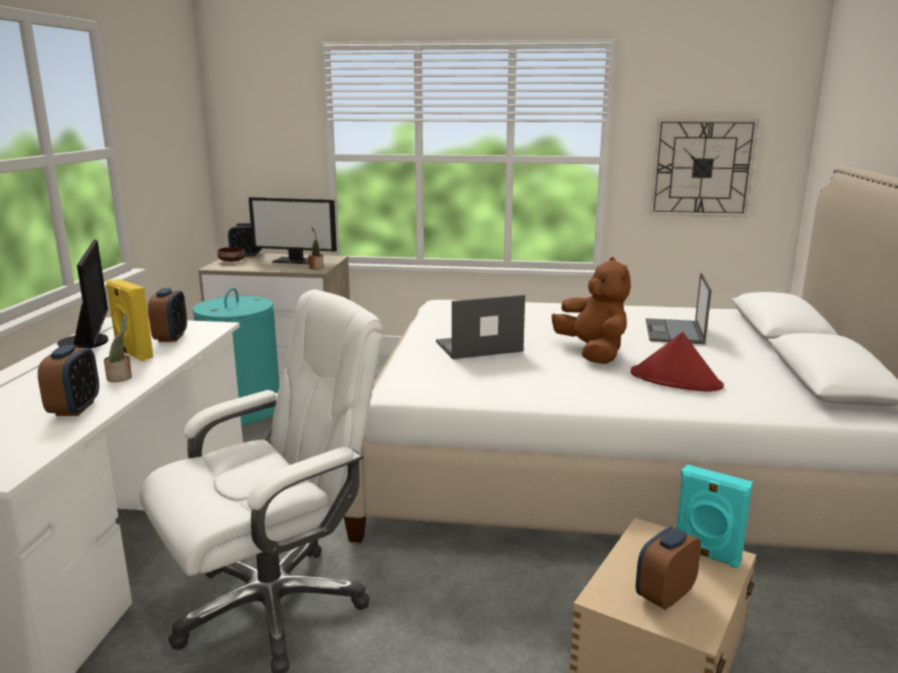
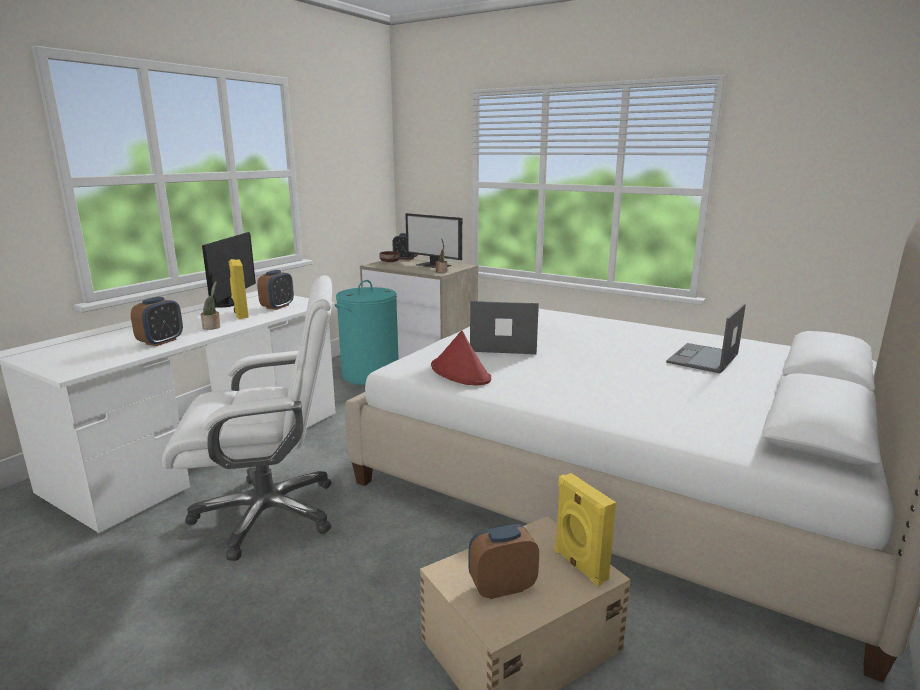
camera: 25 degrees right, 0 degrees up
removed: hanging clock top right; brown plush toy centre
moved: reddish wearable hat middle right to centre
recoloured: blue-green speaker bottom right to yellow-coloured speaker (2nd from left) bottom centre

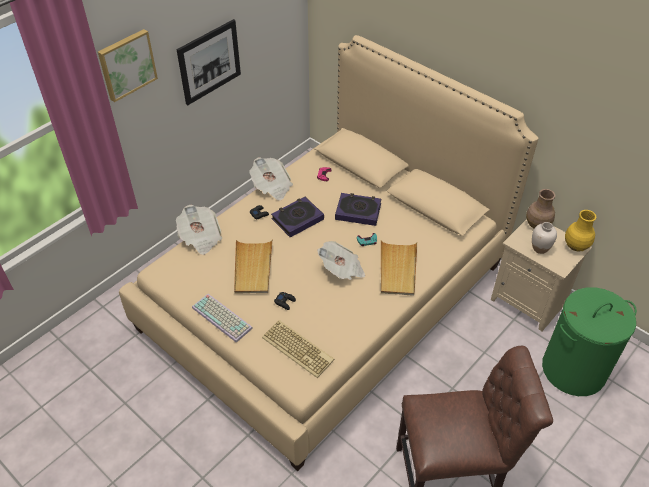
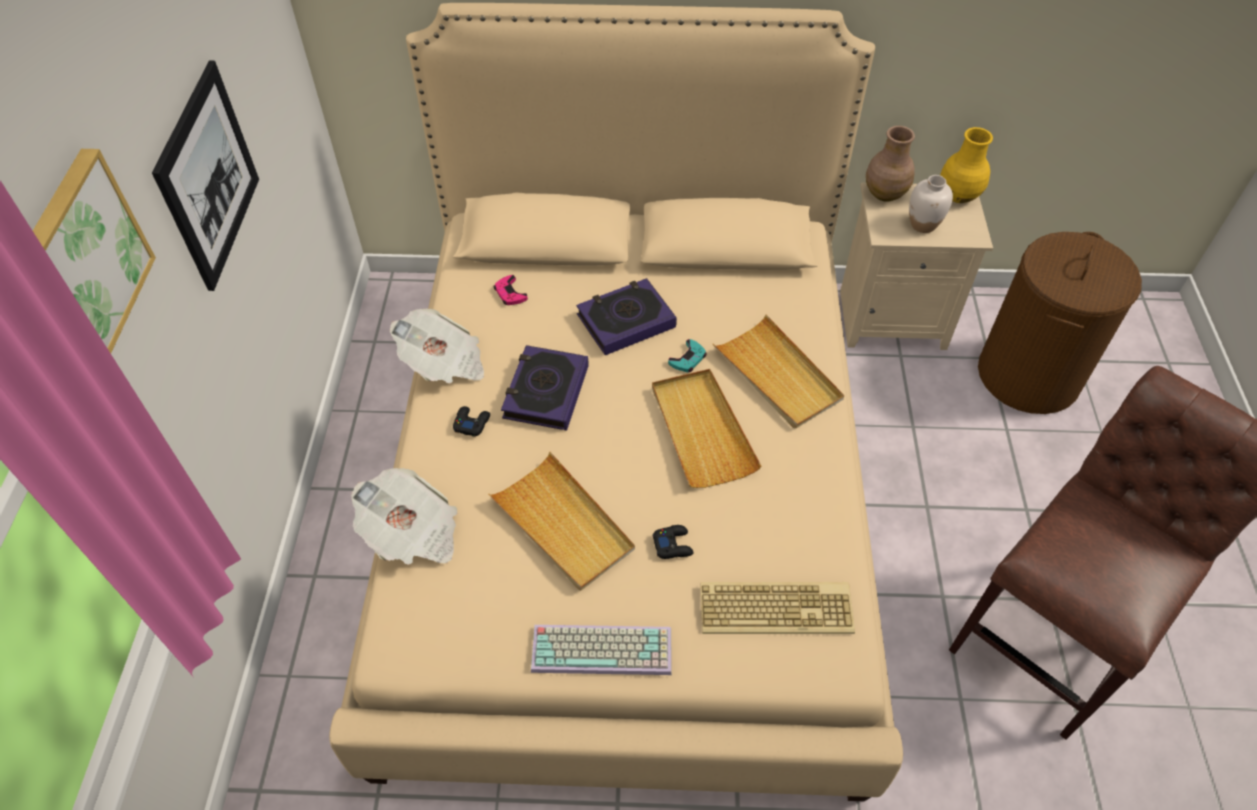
camera: 40 degrees left, 5 degrees up
replaced: daily paper (3rd from left) centre to sand-coloured serving tray (2nd from left) centre
recoloured: greenish washing basket bottom right to brown washing basket middle right

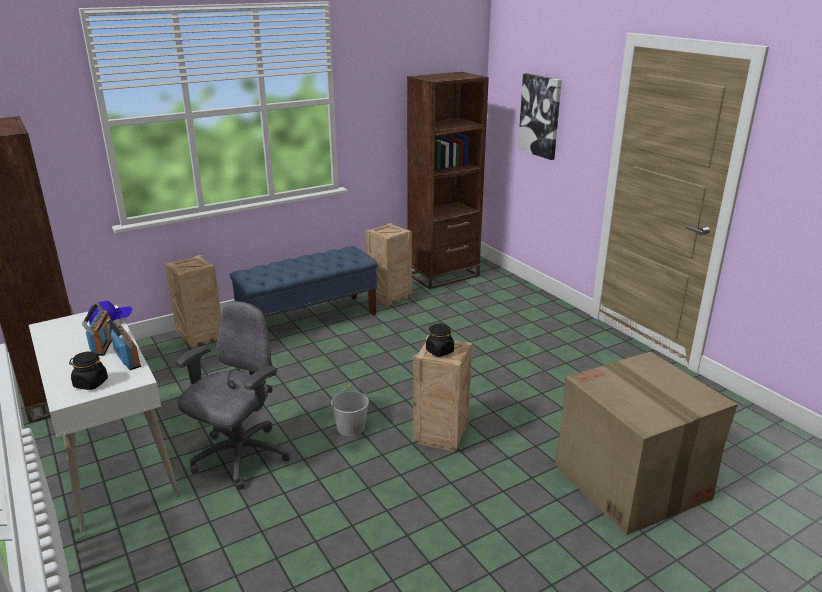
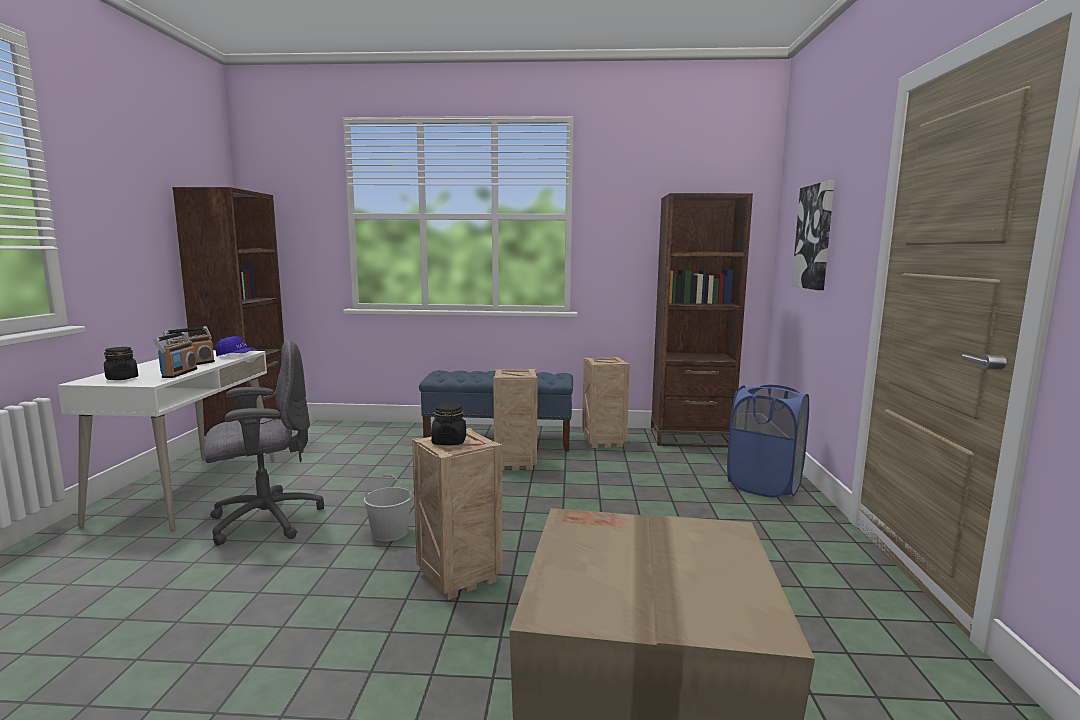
camera: 35 degrees right, 15 degrees down
added: bluish washing basket middle right
moved: packing crate (1st from left in the first image) middle left to packing crate (2nd from left) centre

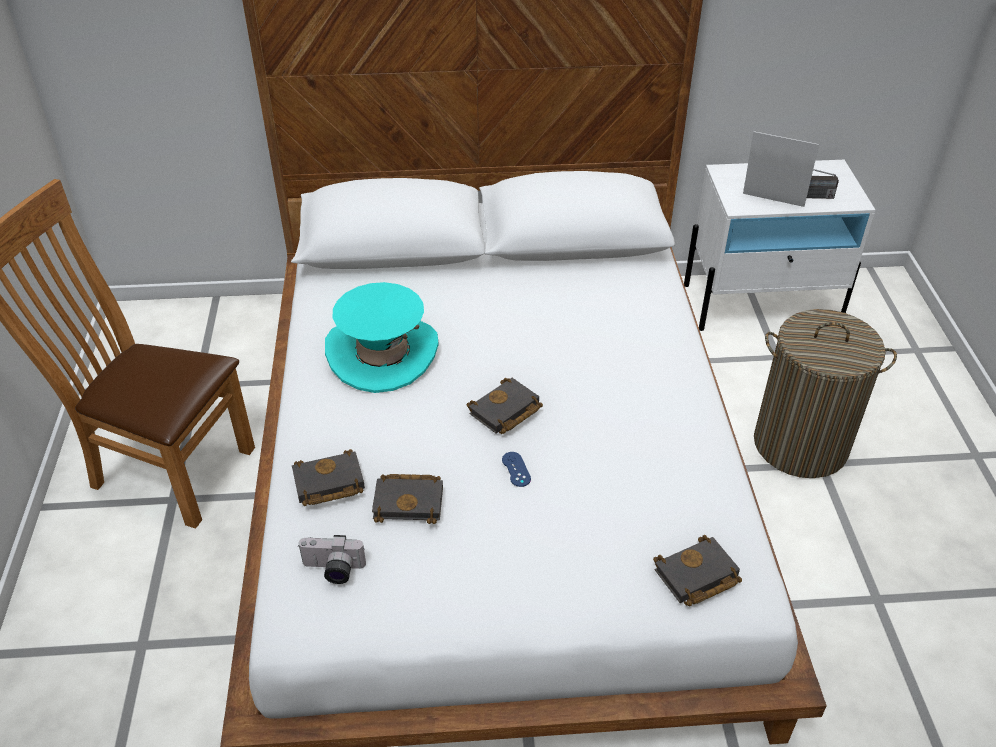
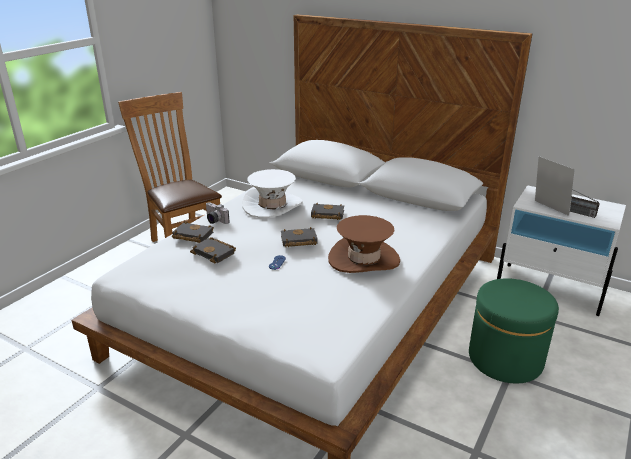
camera: 35 degrees right, 15 degrees down
added: brown wearable hat centre
moved: still camera bottom left to centre; black book (4th from left) bottom right to centre
replaced: washing basket middle right to greenish footrest bottom right
recoloured: blue-green wearable hat centre to whitish wearable hat centre

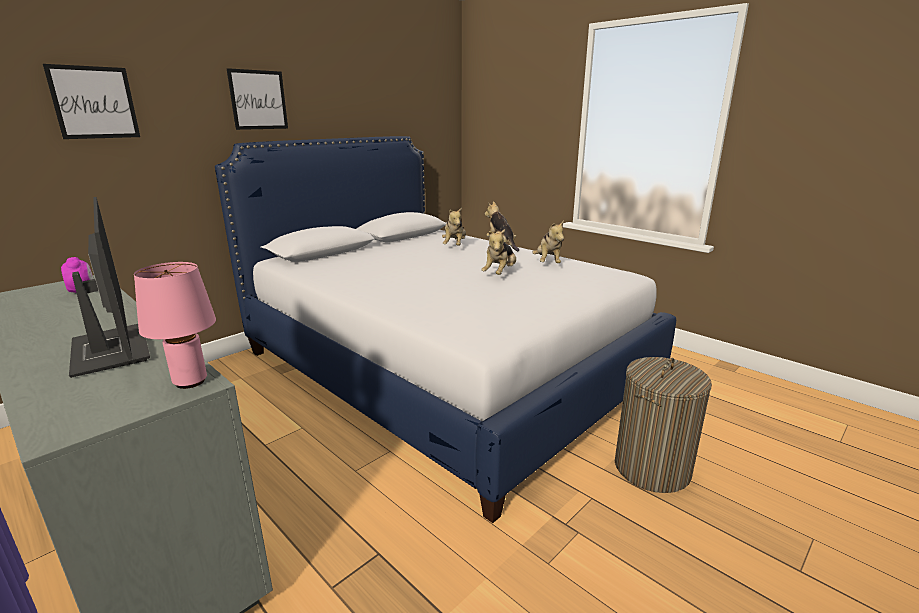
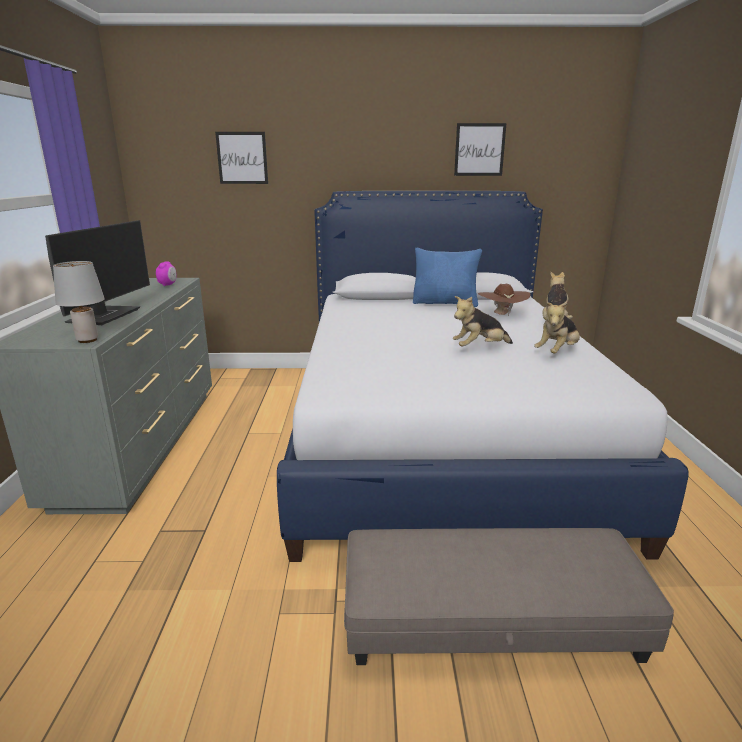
camera: 45 degrees right, 0 degrees up
added: bluish cushion centre
moved: wall art (2nd from left) top left to top centre
replaced: plush toy (1st from left) centre to brown wearable hat middle right; washing basket bottom right to gray footrest bottom right
recoloured: pink table lamp middle left to gray table lamp middle left

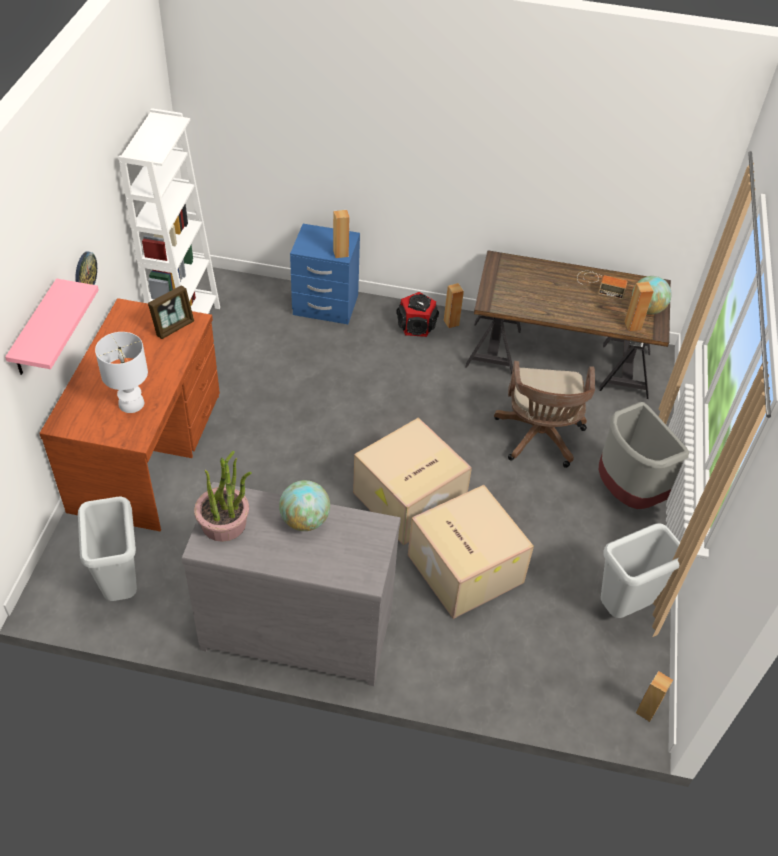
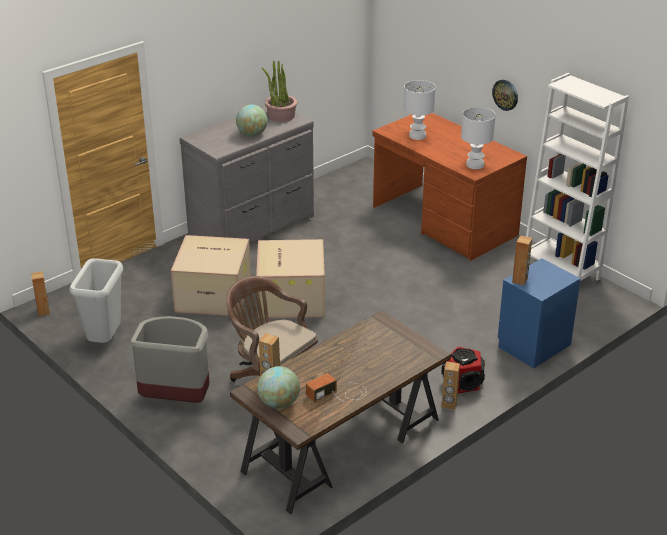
camera: 130 degrees right, 15 degrees down
removed: pink wall shelf middle left; gray trash can (1st from left) middle left
replaced: photo frame middle left to whitish table lamp (2nd from left) top right

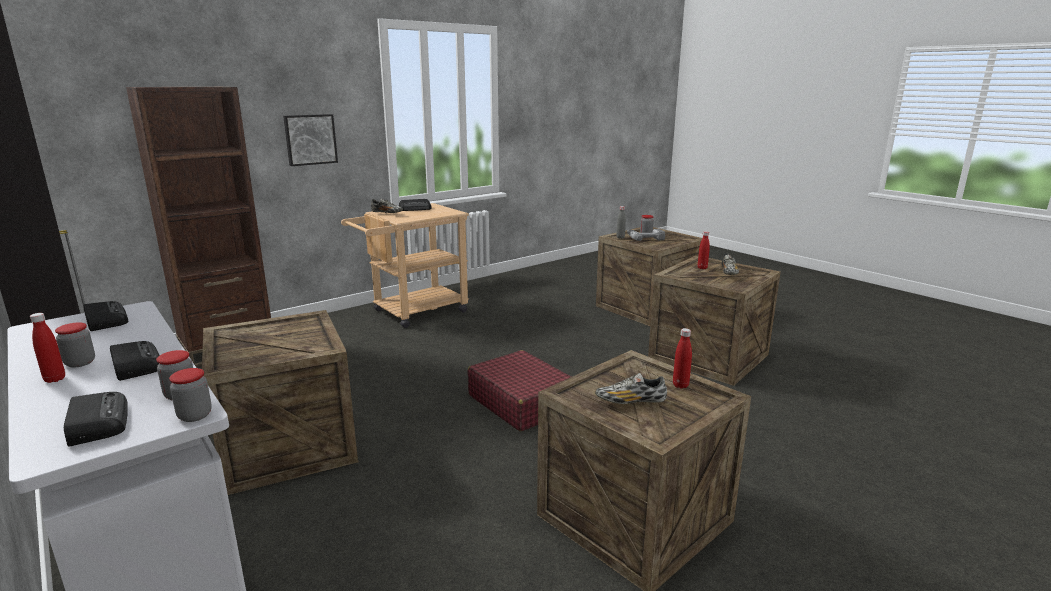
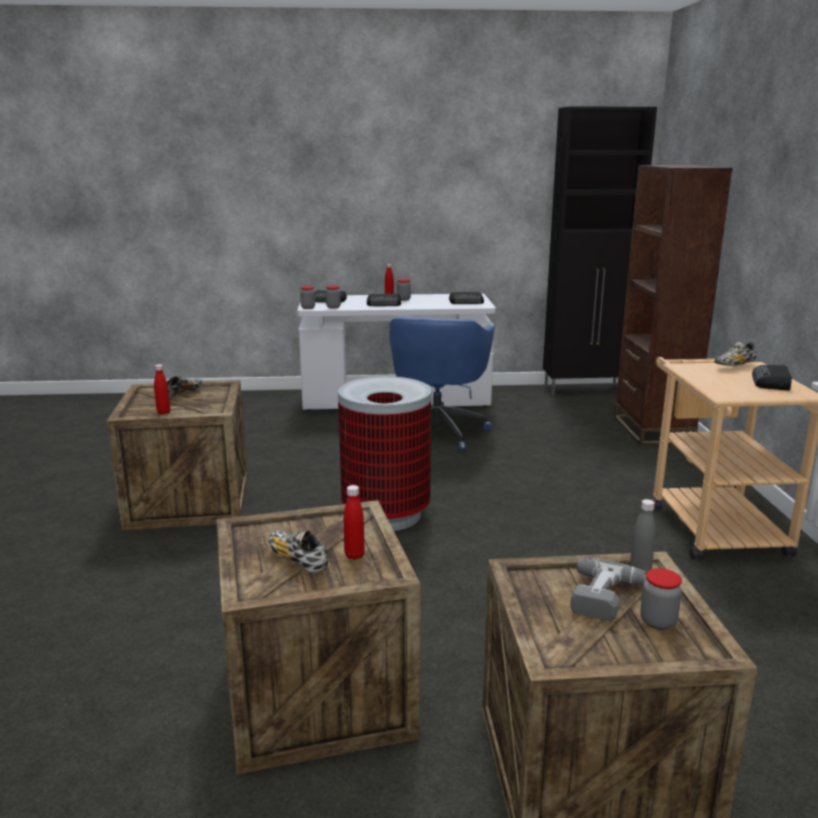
camera: 125 degrees right, 0 degrees up
removed: wall art top left
replaced: packing crate (1st from left) bottom left to bluish desk chair centre; reddish piece of luggage centre to trash can centre

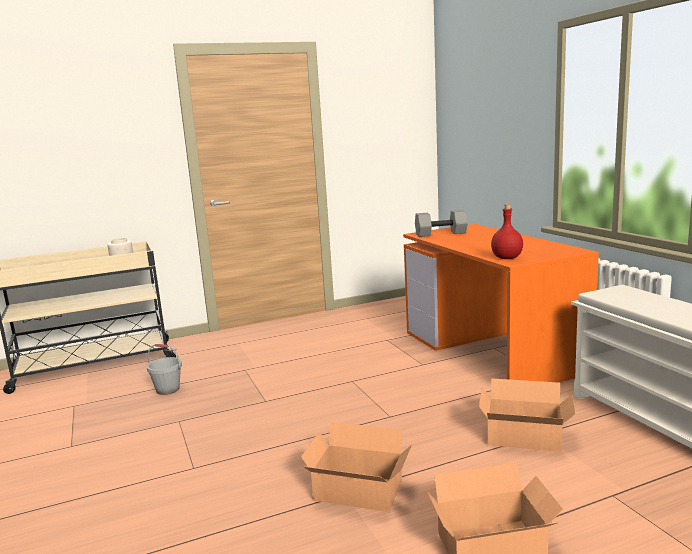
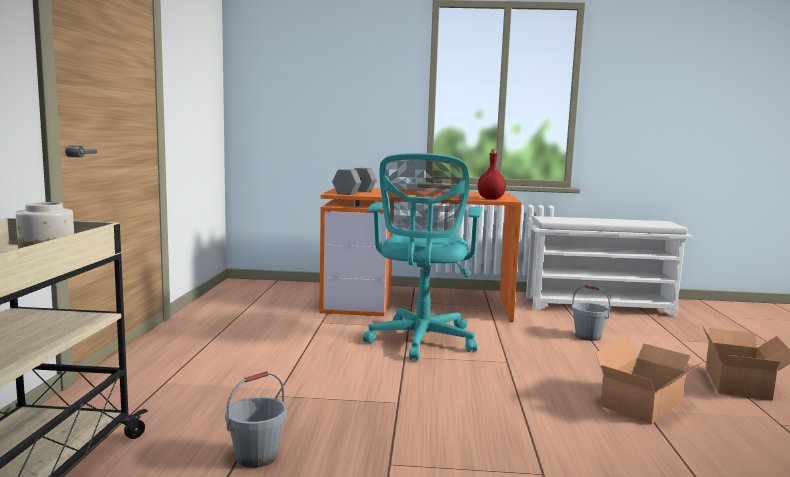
camera: 65 degrees left, 5 degrees down
added: blue-green desk chair centre
replaced: cardboard box (3rd from left) bottom right to gray bucket (2nd from left) middle right

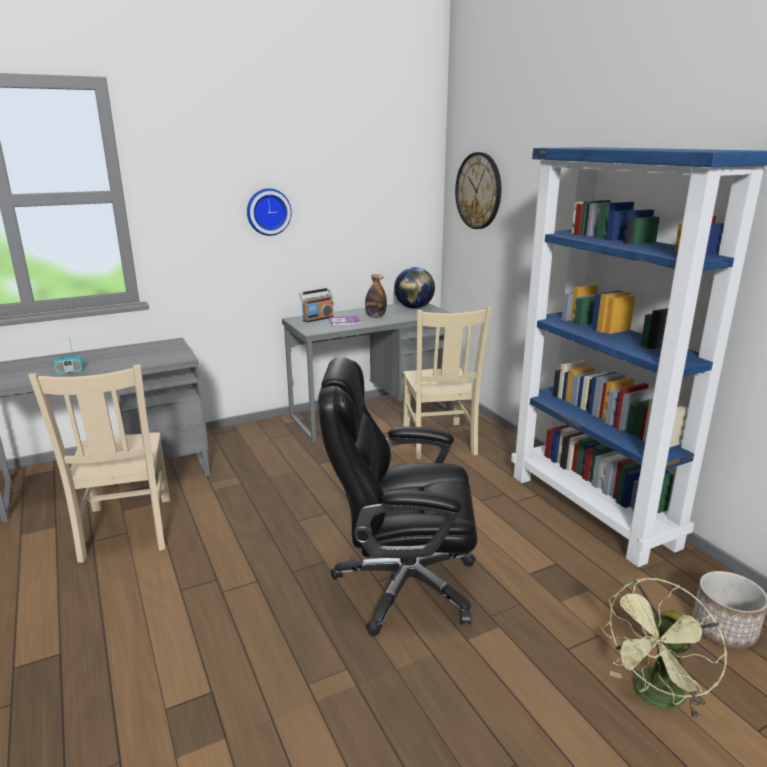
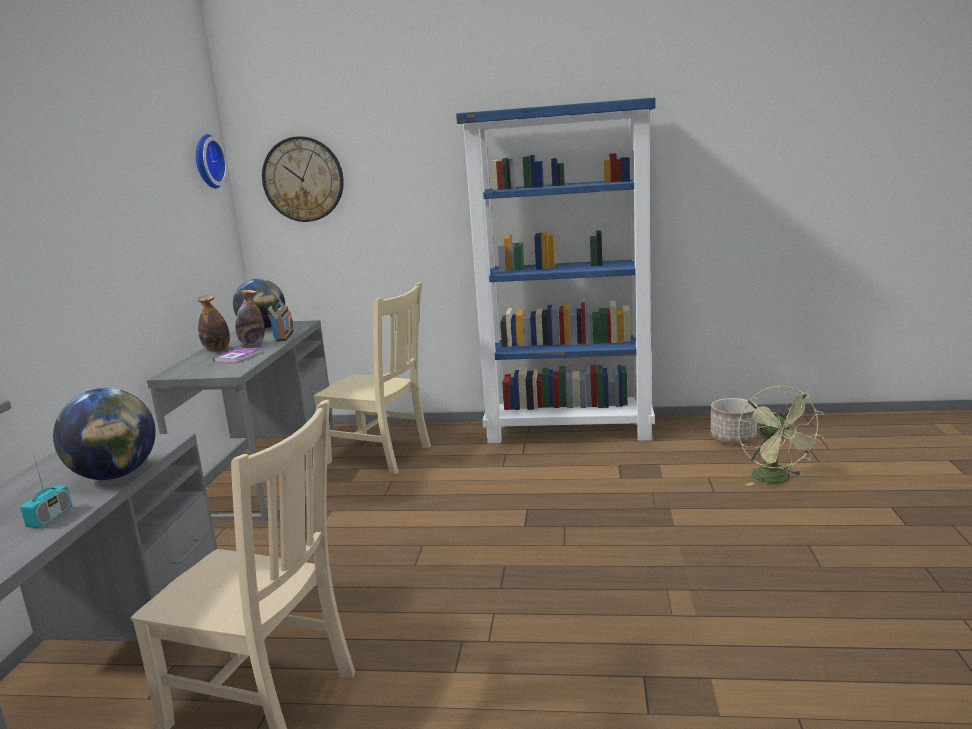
camera: 55 degrees left, 5 degrees down
removed: black desk chair centre
added: bottle (1st from left) middle left; world globe (1st from left) middle left
moved: hanging clock (1st from left) top centre to top left; radio (2nd from left) centre to middle left

